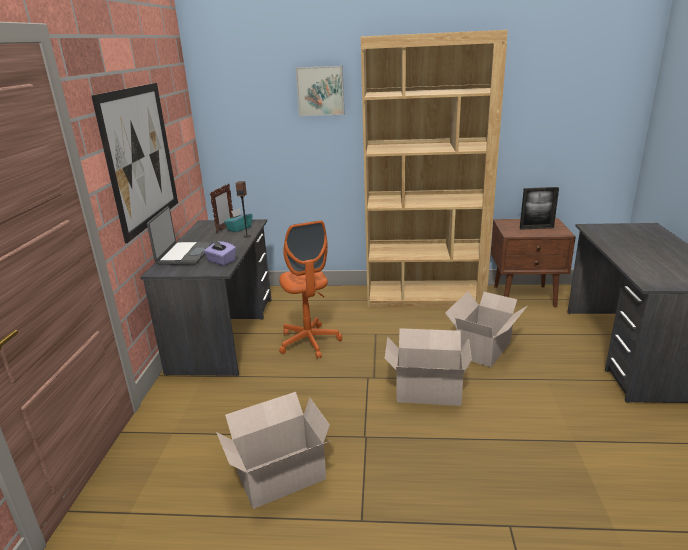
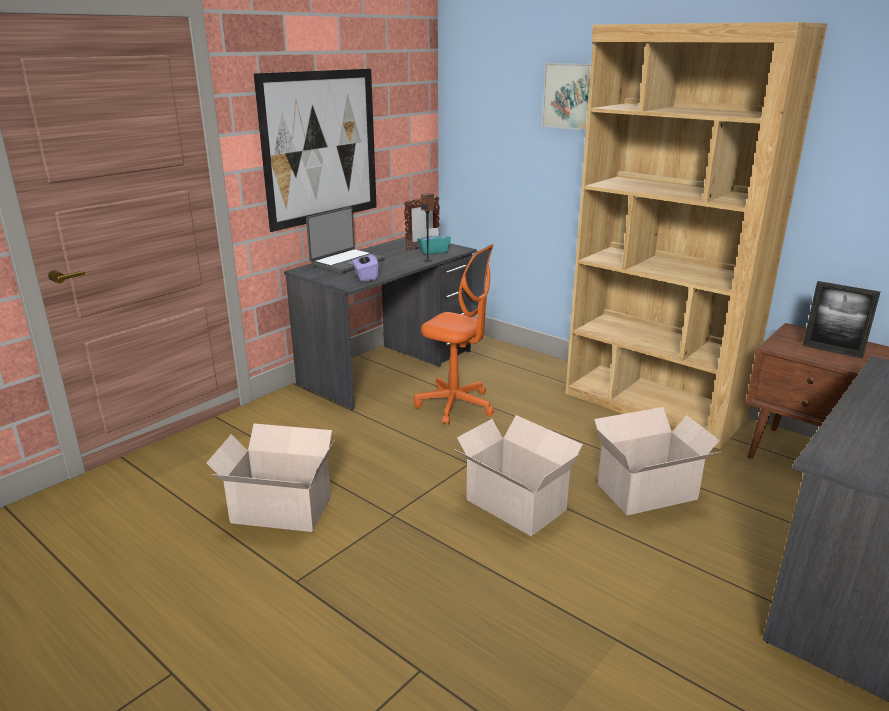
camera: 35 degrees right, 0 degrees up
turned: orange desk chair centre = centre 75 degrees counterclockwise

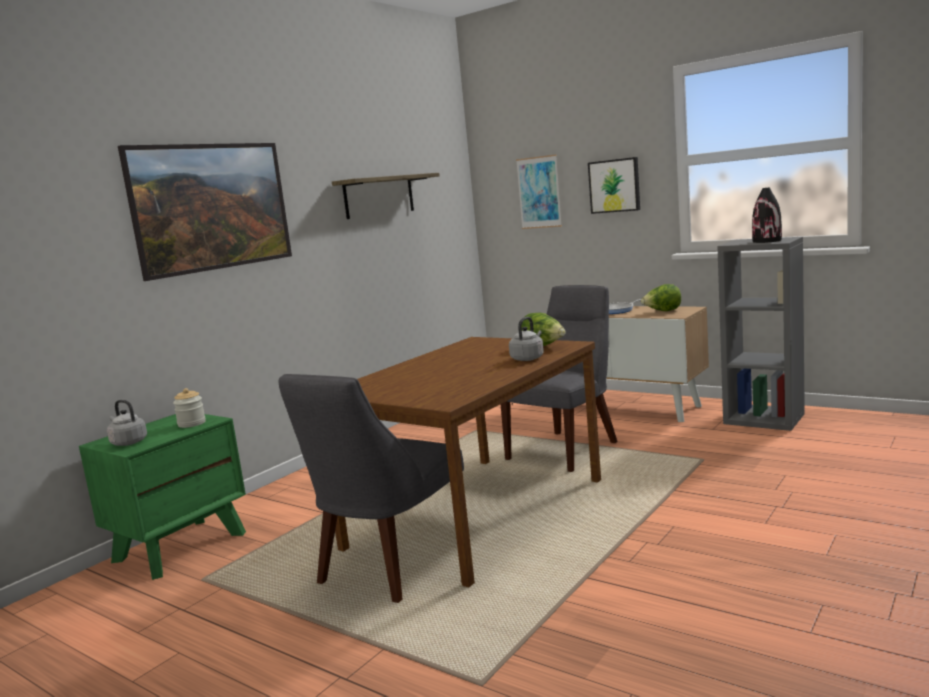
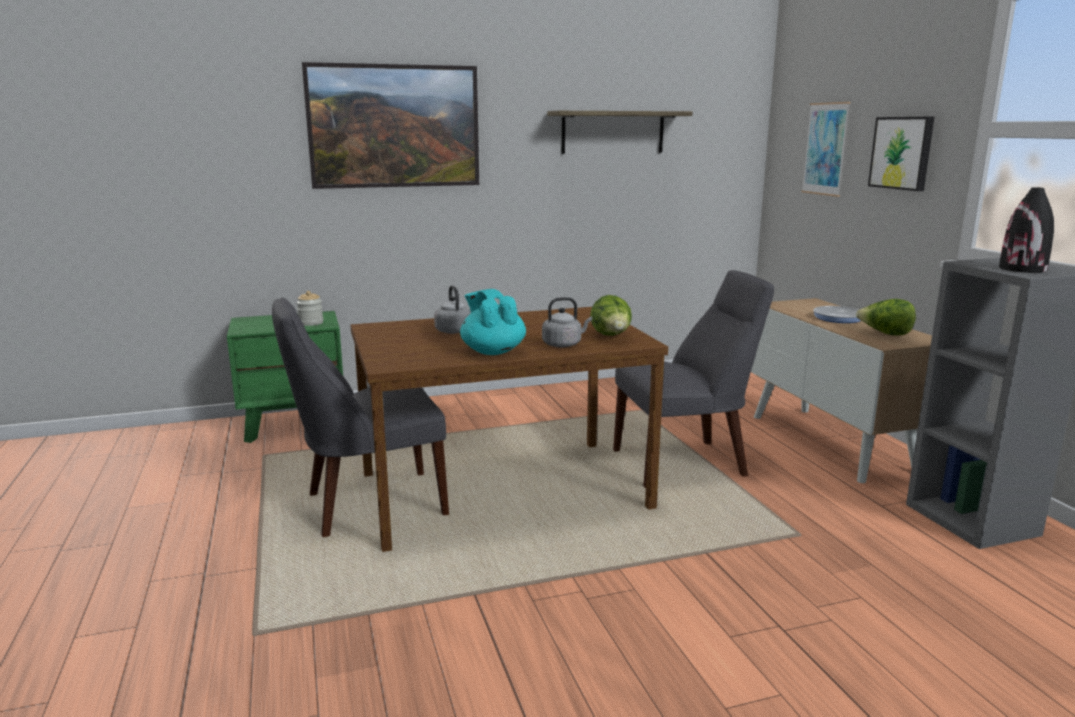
camera: 35 degrees right, 5 degrees up
added: blue-green pot for tea centre
moved: gray kettle (1st from left) middle left to centre

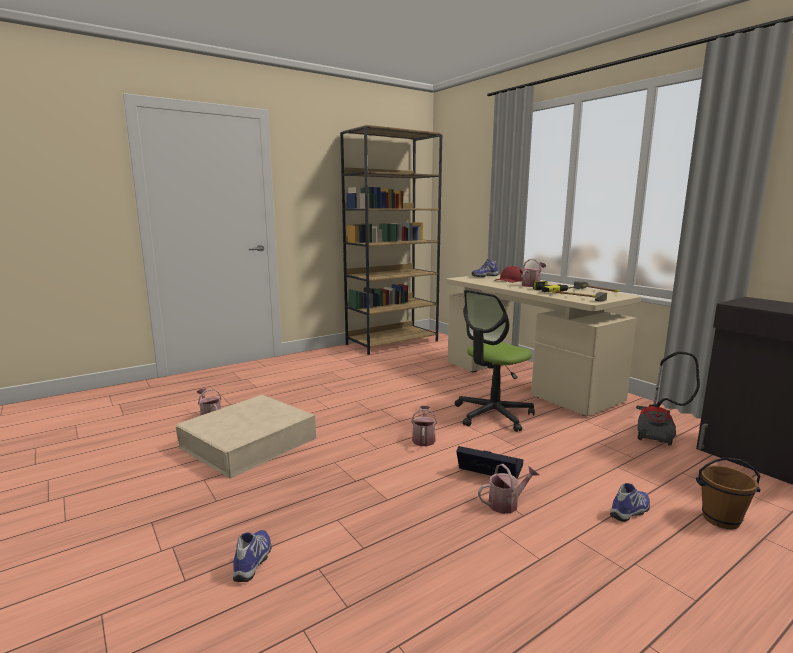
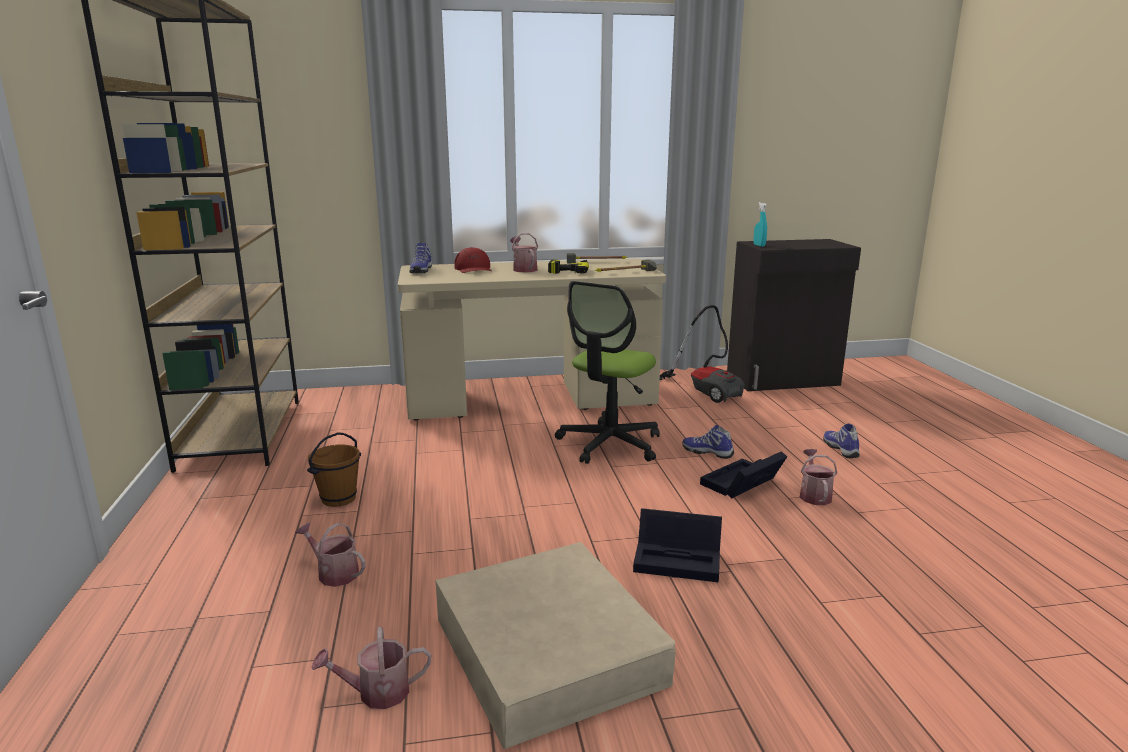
camera: 65 degrees left, 5 degrees up
added: blue-green spray bottle top right; black storage bin (1st from left) bottom centre
moved: sprinkling can (2nd from left in the first image) centre to sprinkling can (1st from left) bottom left; brown bucket bottom right to middle left; low shoe (1st from left in the first image) bottom left to low shoe (2nd from left) centre
turned: desk chair centre = centre 45 degrees clockwise

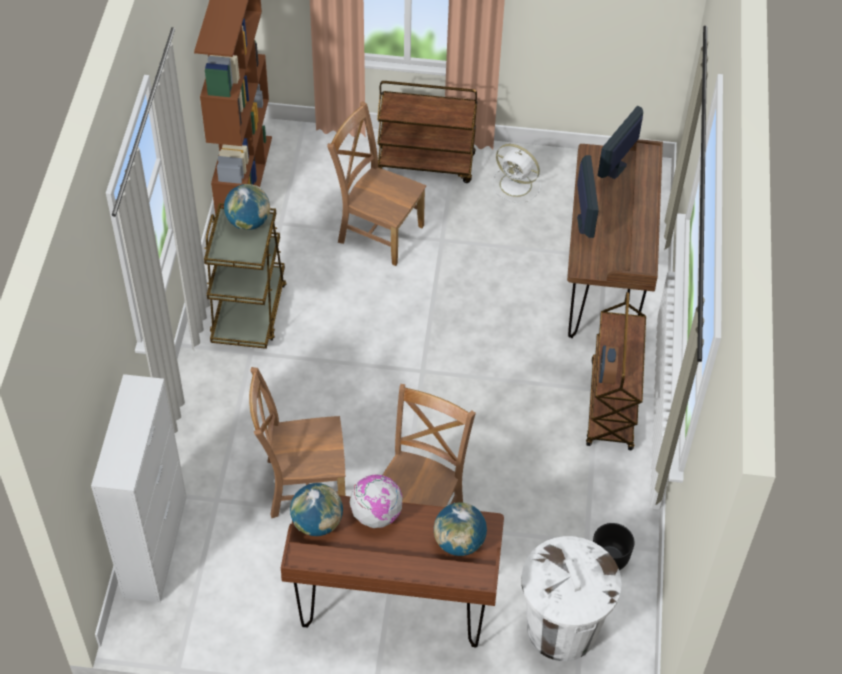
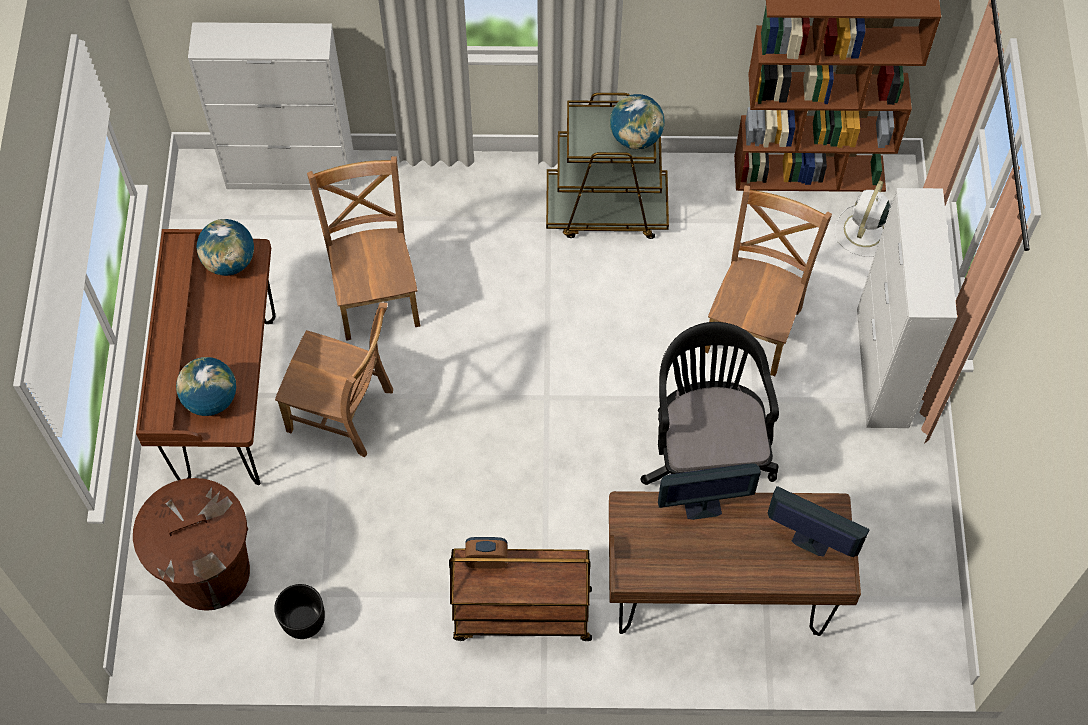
camera: 85 degrees right, 10 degrees up
removed: world globe (3rd from left) bottom centre
added: black desk chair centre
moved: whitish fan top centre to top right
replaced: brown cart (2nd from left) top centre to whitish storage cabinet (2nd from left) middle right
recoloured: whitish trash can bottom right to brown trash can bottom left

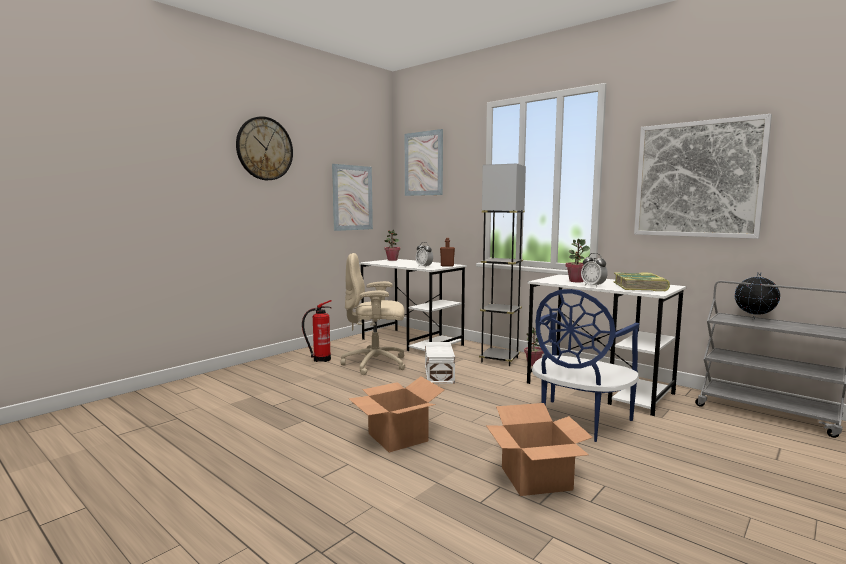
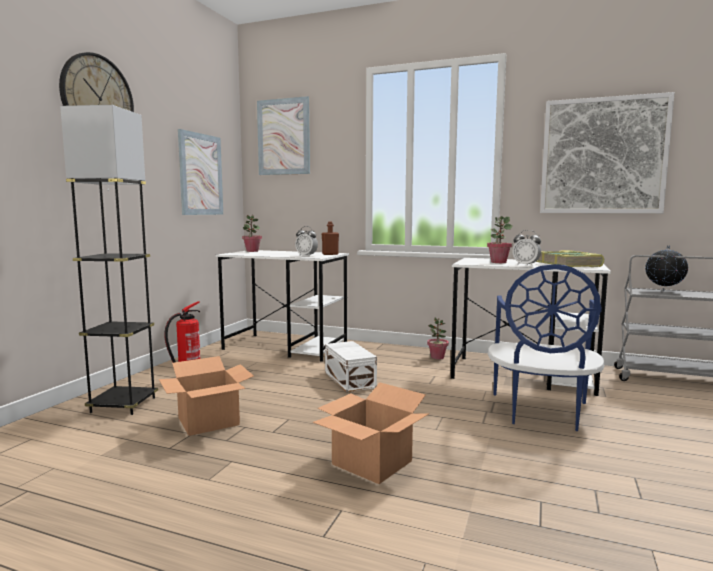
camera: 20 degrees left, 0 degrees up
removed: sand-coloured desk chair centre
moved: gray standard lamp centre to middle left; cardboard box (2nd from left in the first image) bottom centre to cardboard box (1st from left) bottom left

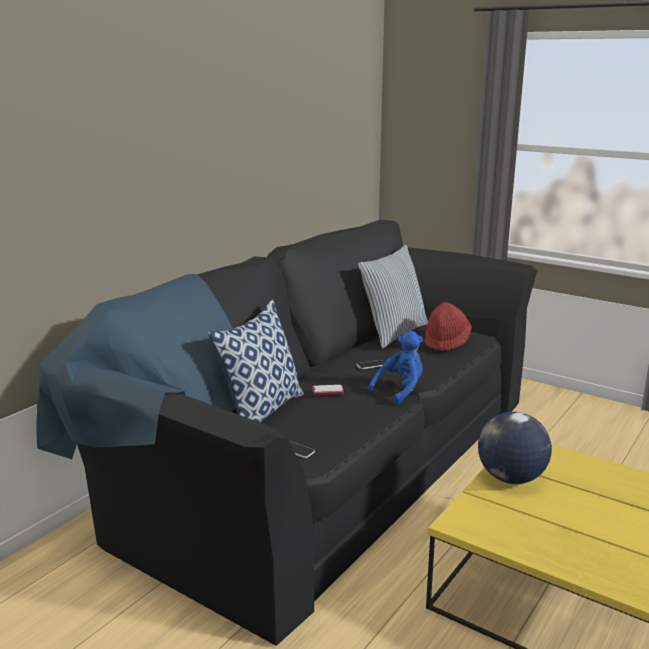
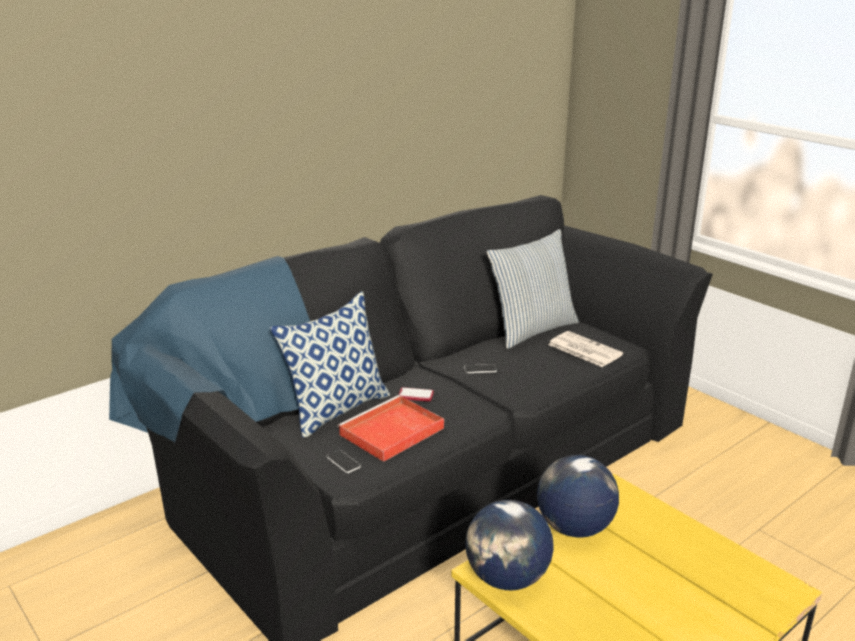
camera: 15 degrees right, 5 degrees up
removed: bluish plush toy centre
added: reddish serving tray bottom centre; world globe (1st from left) bottom centre
replaced: reddish wearable hat middle right to daily paper middle right

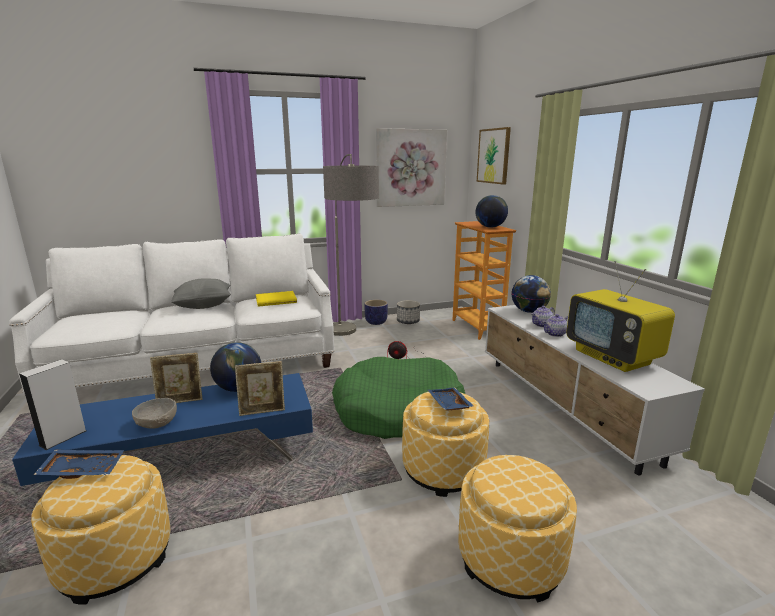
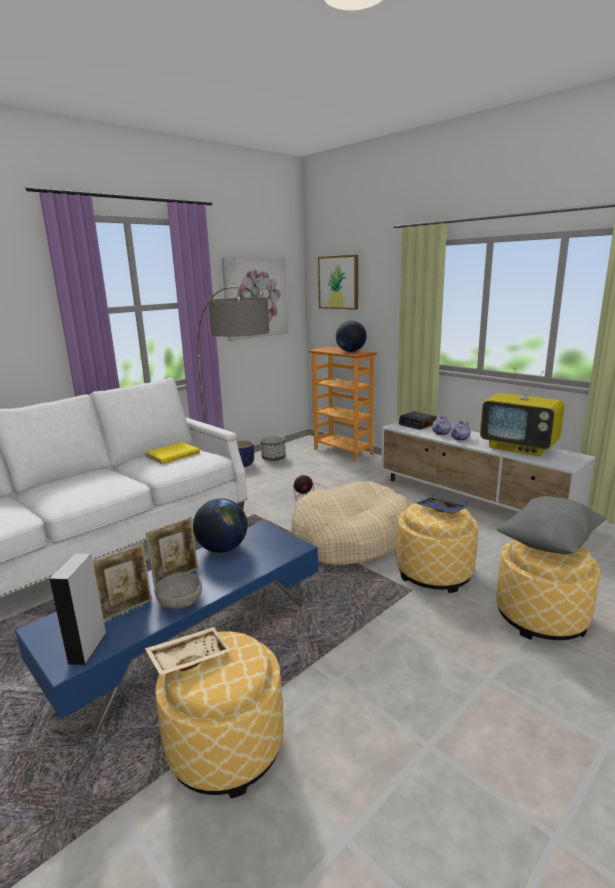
camera: 25 degrees left, 0 degrees up
moved: gray cushion middle left to middle right; photo frame (2nd from left in the first image) centre to photo frame (1st from left) middle left
replaced: world globe (3rd from left) middle right to bedside clock middle right
recoloured: greenish dog bed centre to sand-coloured dog bed centre; bluish serving tray (1st from left) bottom left to sand-coloured serving tray bottom left

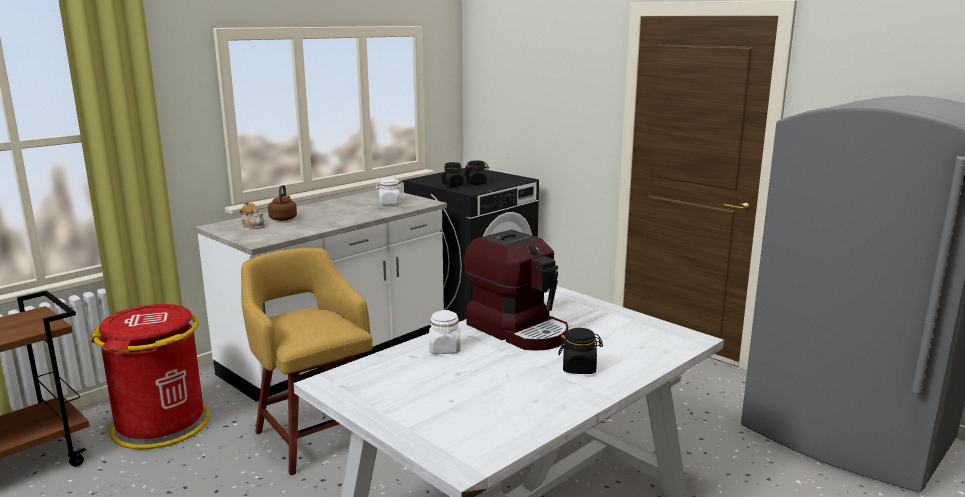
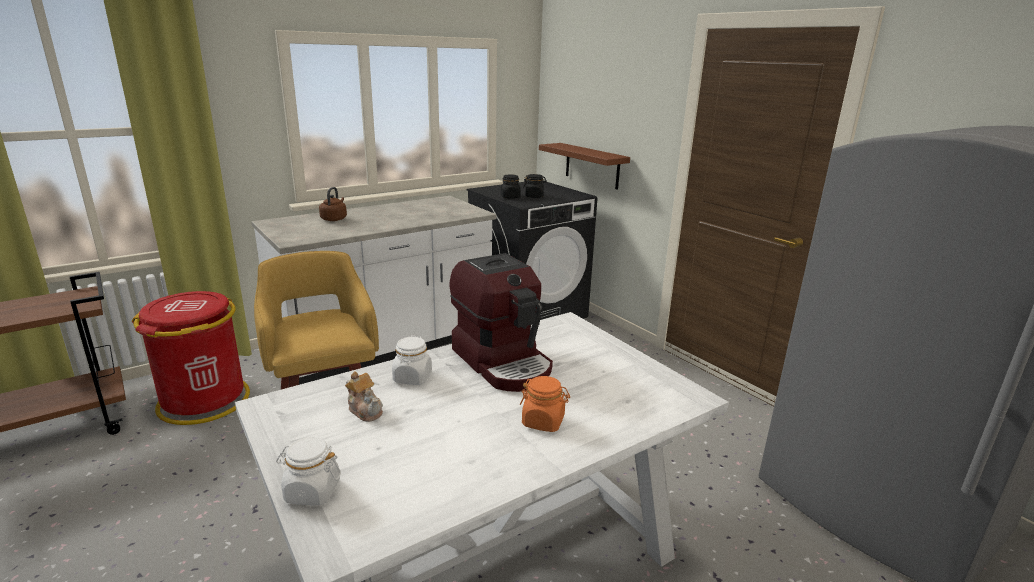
camera: 10 degrees right, 5 degrees up
added: brown wall shelf top centre
moved: whitish jar (1st from left) centre to bottom left; pot for tea middle left to bottom centre
recoloured: black jar (3rd from left) bottom centre to orange jar bottom centre

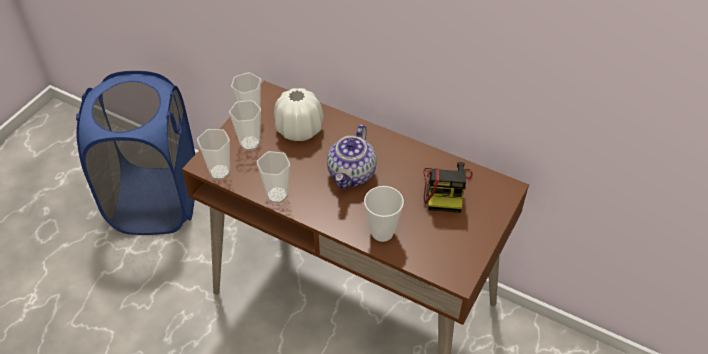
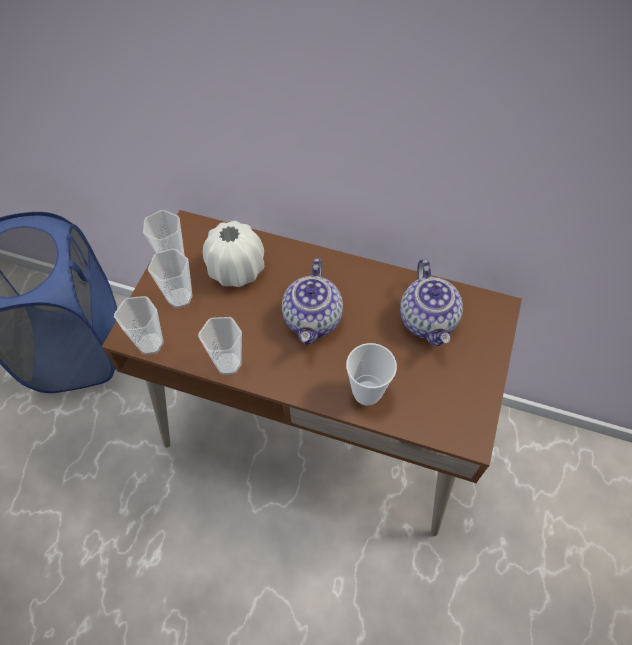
camera: 10 degrees left, 10 degrees up
replaced: still camera centre to pot for tea (2nd from left) middle right

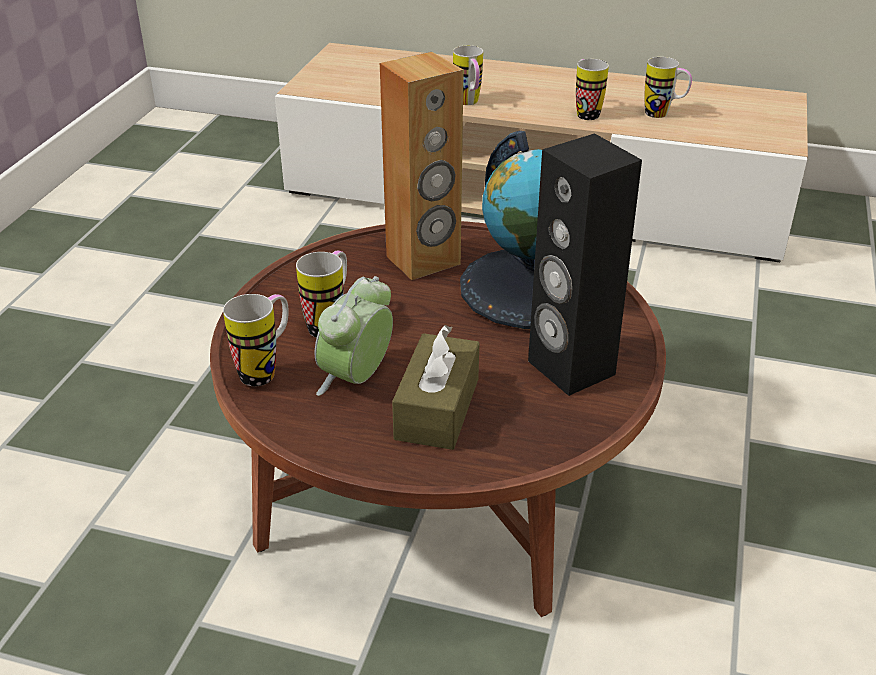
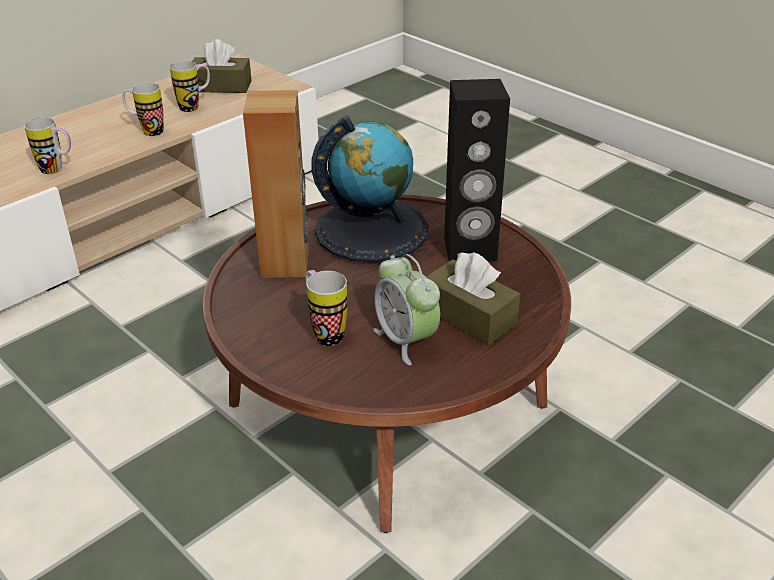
camera: 60 degrees left, 0 degrees up
removed: tea mug (1st from left) middle left
added: brown box of tissues (1st from left) top left

